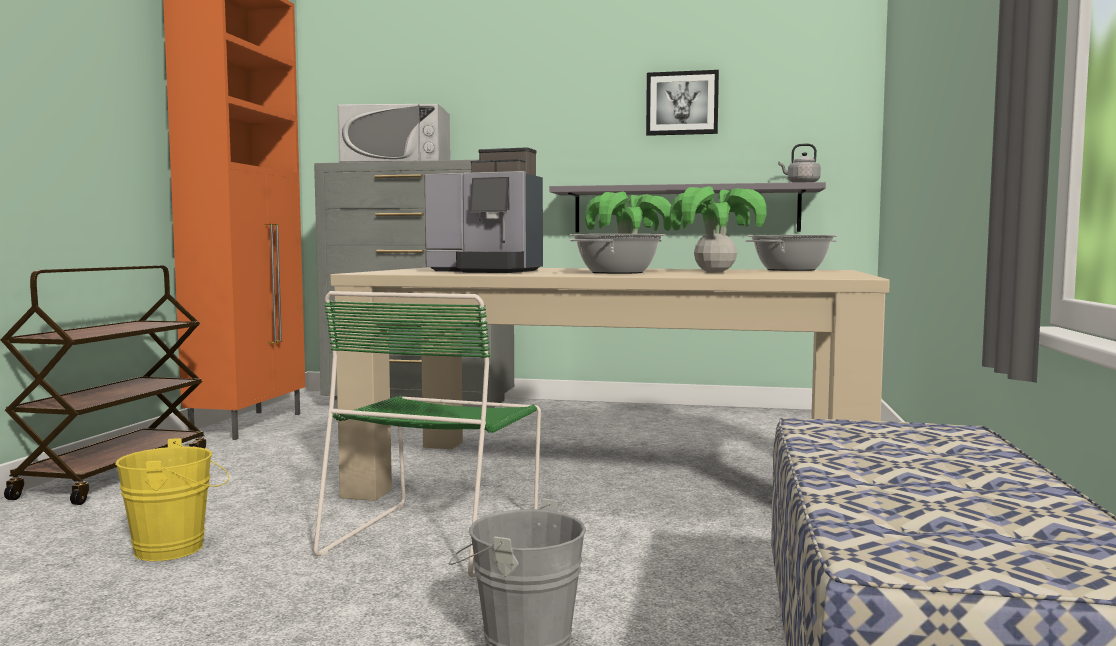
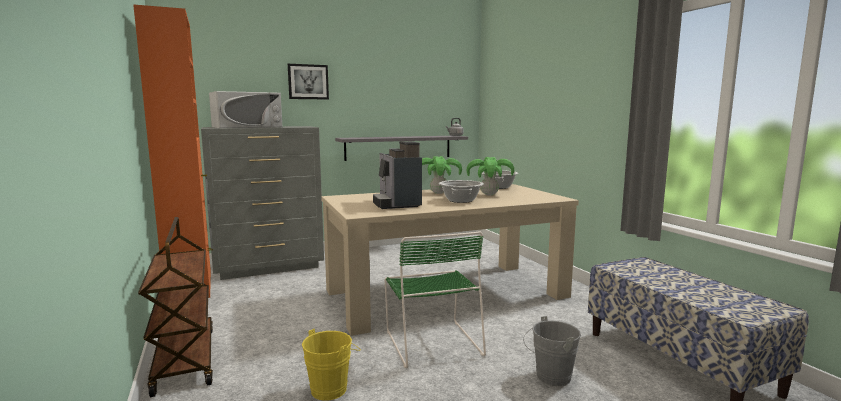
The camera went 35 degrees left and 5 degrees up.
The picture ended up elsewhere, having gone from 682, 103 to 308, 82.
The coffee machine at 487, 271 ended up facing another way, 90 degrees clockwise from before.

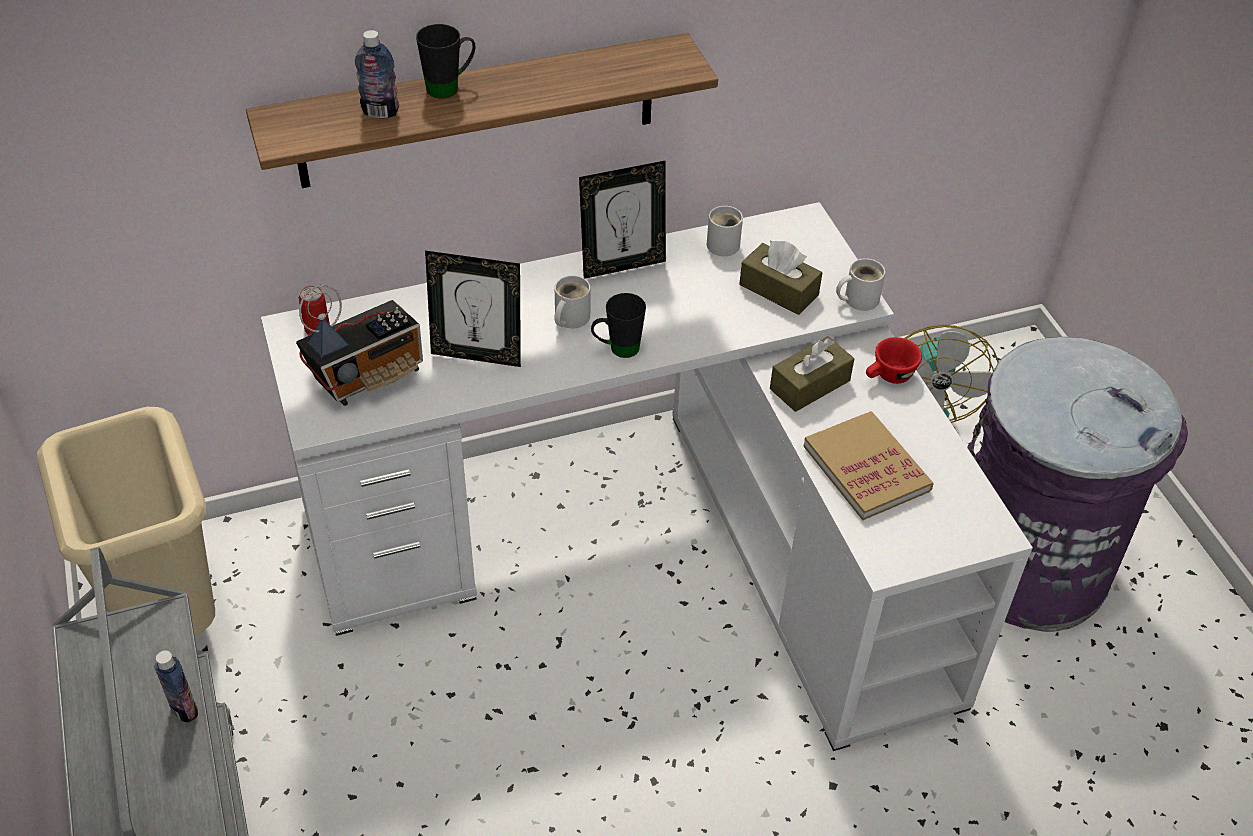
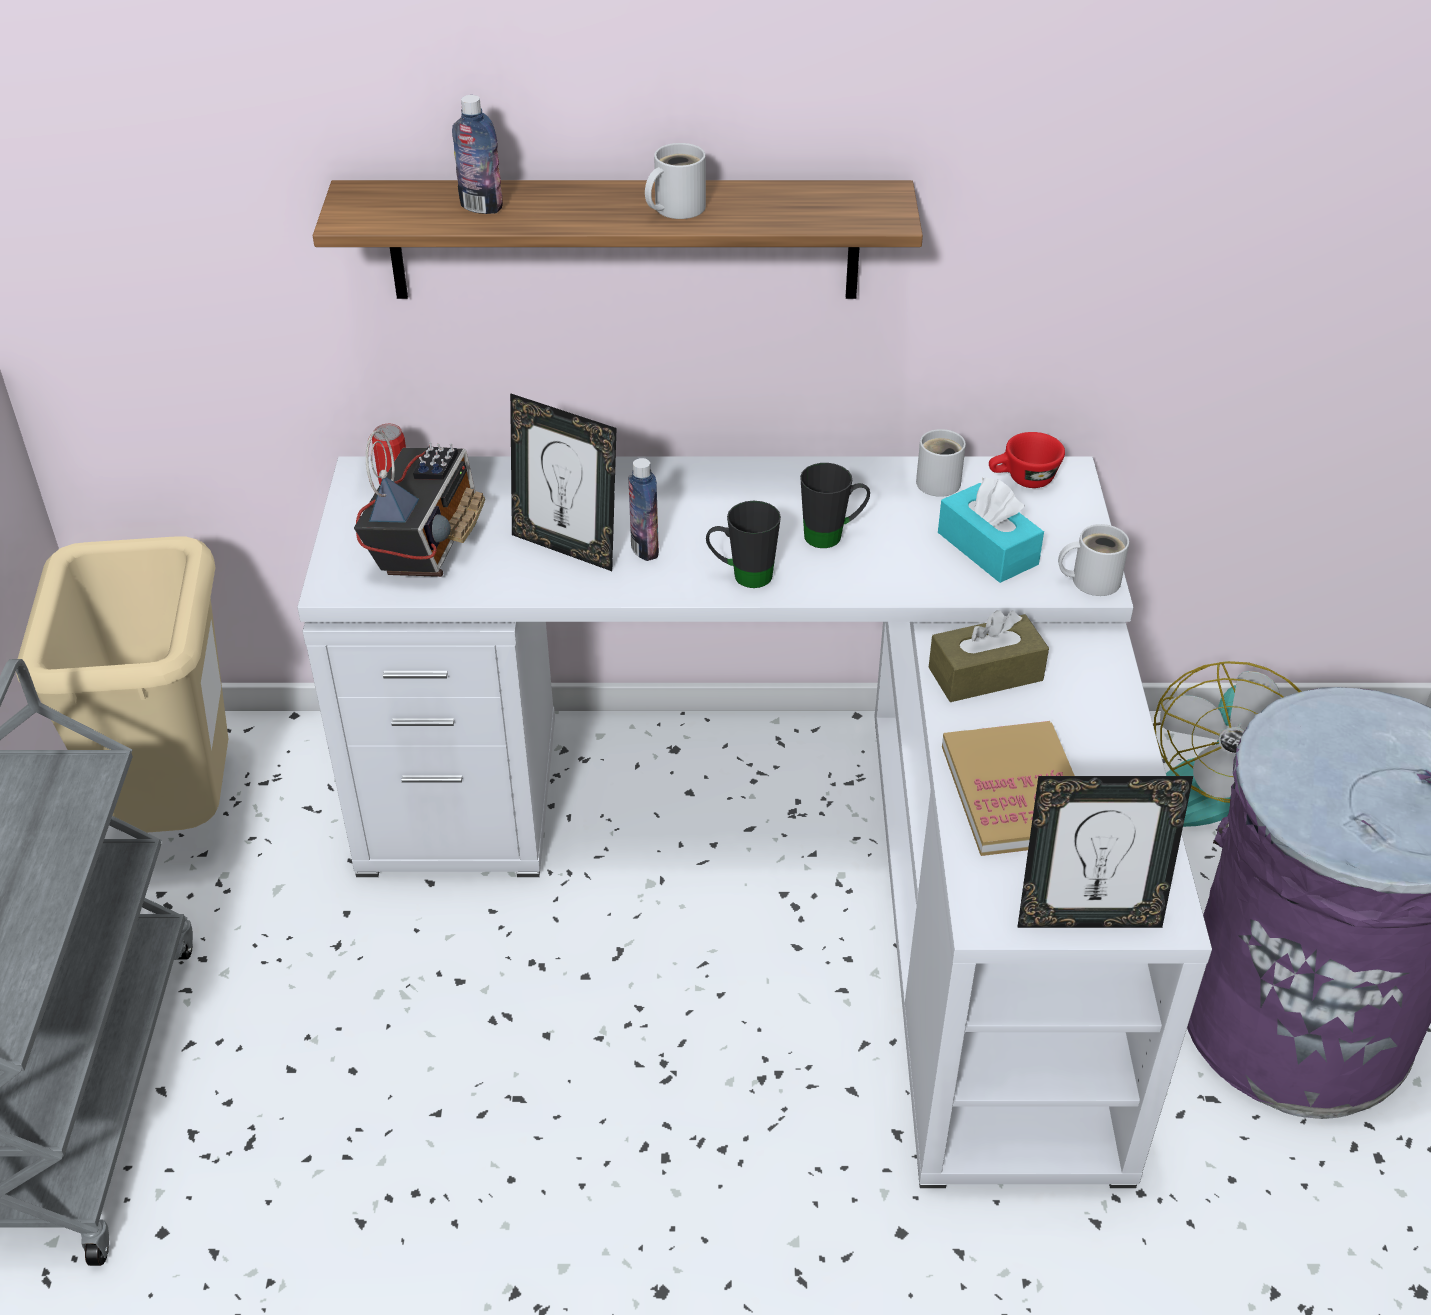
The camera went 20 degrees right and 5 degrees down.
The radio at 368, 375 ended up facing another way, 60 degrees counterclockwise from before.
The bottle ended up elsewhere, having gone from 184, 709 to 644, 549.
The white mug ended up elsewhere, having gone from 569, 318 to 675, 208.
The black mug ended up elsewhere, having gone from 450, 87 to 833, 535.
What was the brown tissue box at 778, 290 turned into the turquoise tissue box at 987, 548.
The red cup ended up elsewhere, having gone from 889, 377 to 1023, 480.
The picture frame ended up elsewhere, having gone from 622, 265 to 1087, 918.

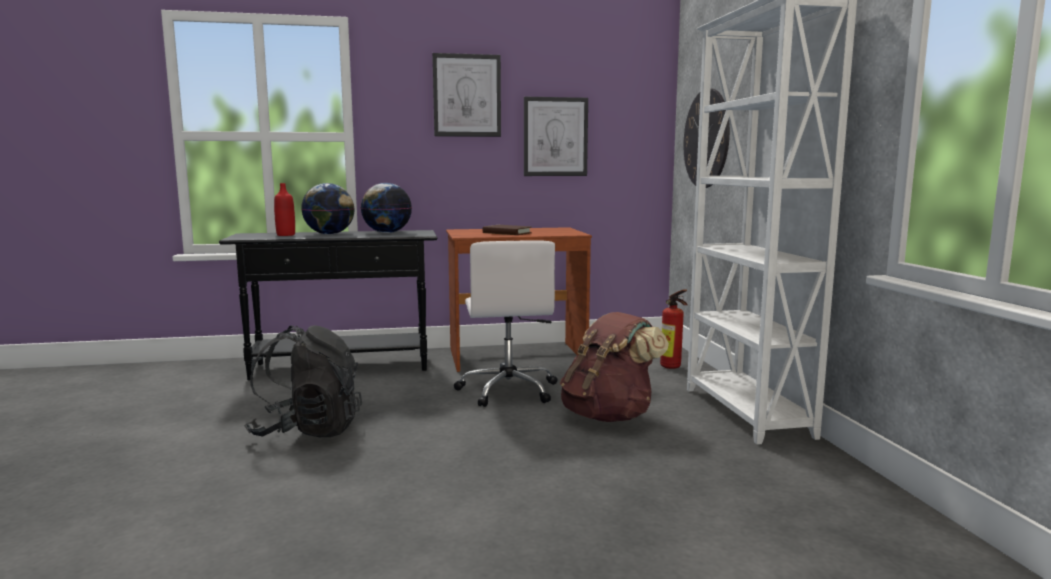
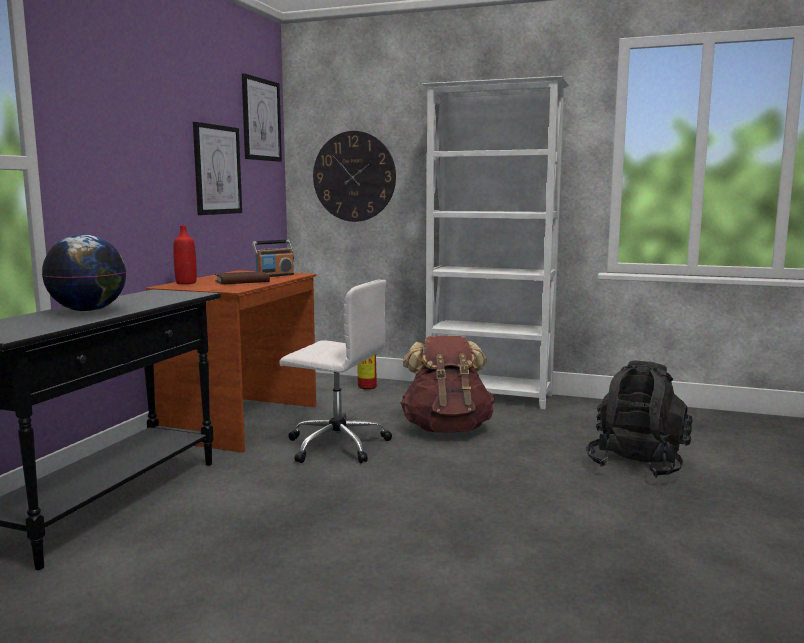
The camera went 60 degrees left and 0 degrees up.
The red bottle ended up elsewhere, having gone from 286, 235 to 186, 283.
The picture ended up elsewhere, having gone from 467, 95 to 261, 120.
The second view gained the radio at 274, 275.
The black backpack ended up elsewhere, having gone from 308, 430 to 637, 464.
The second view lost the globe at 387, 232.

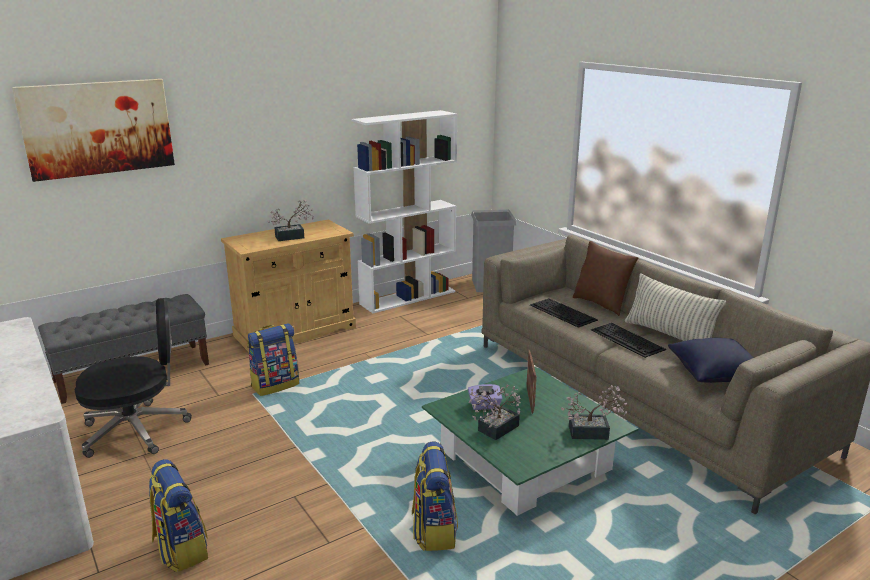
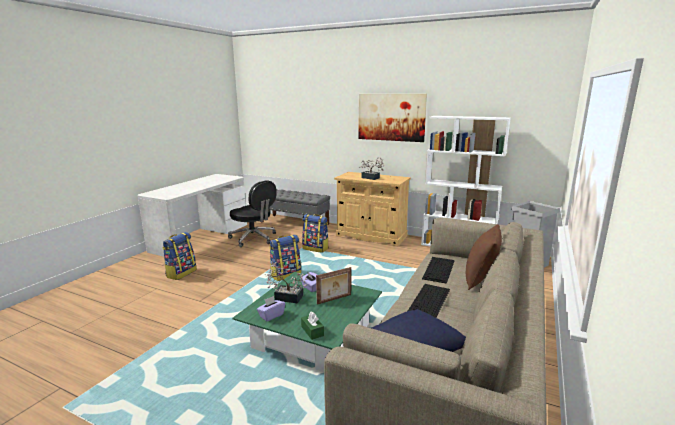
The camera went 60 degrees right and 5 degrees down.
The second view gained the purple tissue box at 271, 315.
The backpack ended up elsewhere, having gone from 434, 530 to 285, 275.
Where the potted plant stood at 593, 432, the green tissue box came to stand at 312, 331.
The picture ended up elsewhere, having gone from 98, 128 to 391, 117.
The second view lost the pillow at 669, 335.

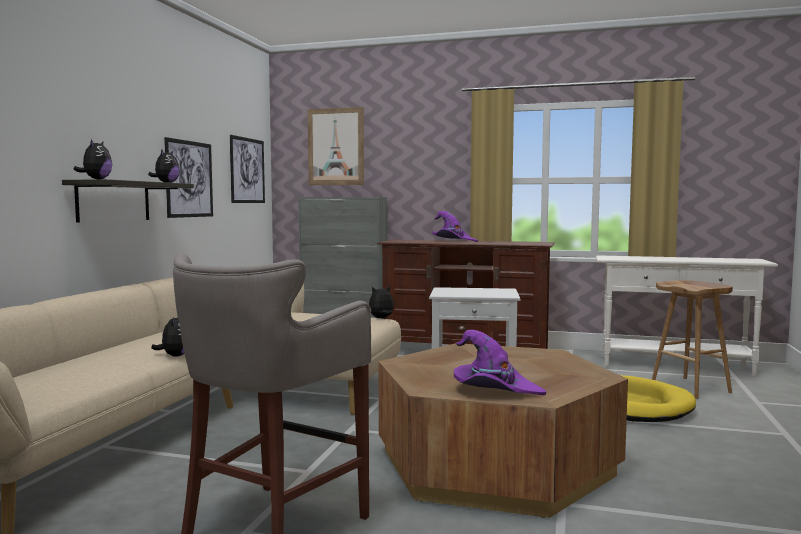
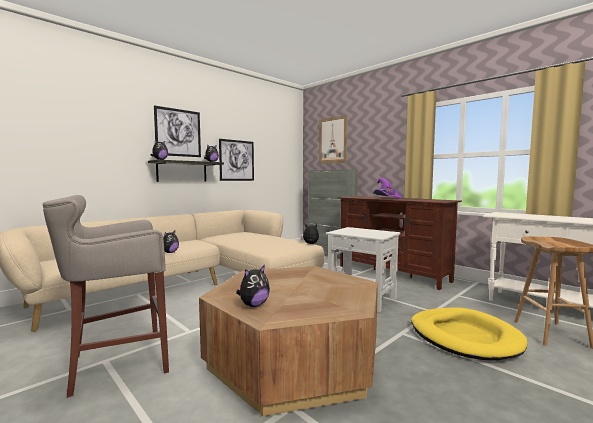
The camera went 30 degrees right and 0 degrees up.
The picture ended up elsewhere, having gone from 247, 170 to 178, 132.
Where the purple hat stood at 494, 390, the plush toy came to stand at 253, 305.

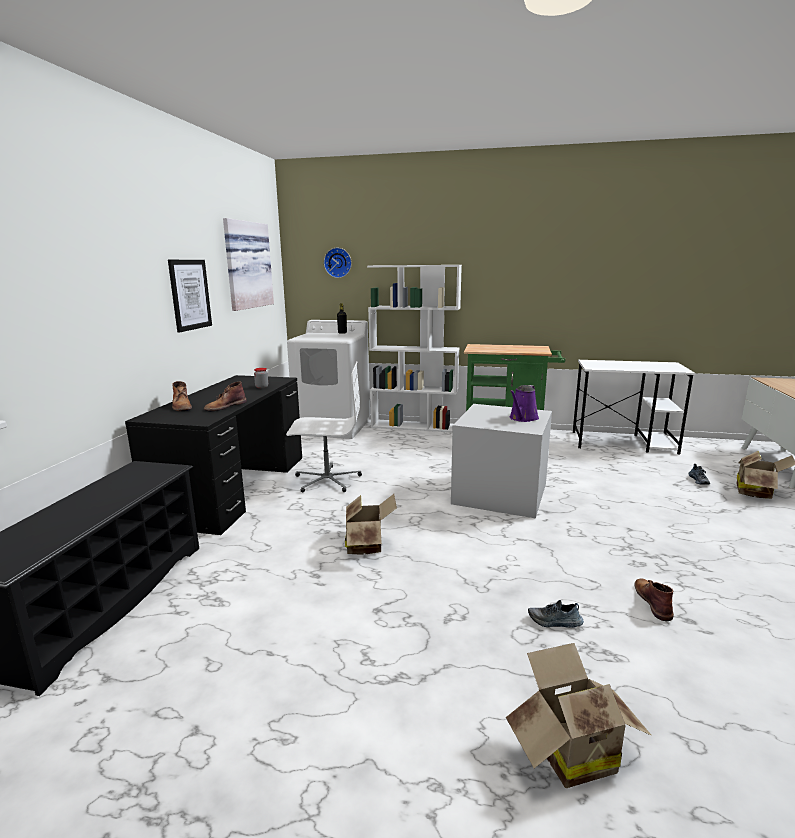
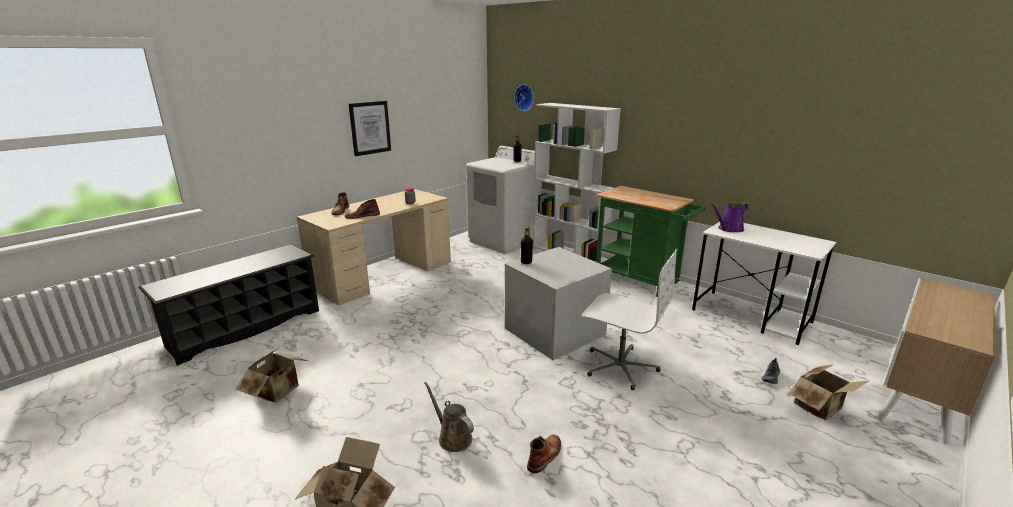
The camera went 30 degrees right and 5 degrees up.
The cardboard box ended up elsewhere, having gone from 367, 545 to 280, 391.
What was the black desk at 235, 487 turned into the beige desk at 384, 274.
Where the shoe stood at 554, 622, the brown watering can came to stand at 452, 437.
The second view gained the black bottle at 526, 262.
The white office chair ended up elsewhere, having gone from 327, 480 to 620, 366.
The purple watering can ended up elsewhere, having gone from 522, 418 to 729, 229.
The second view lost the picture at 246, 265.

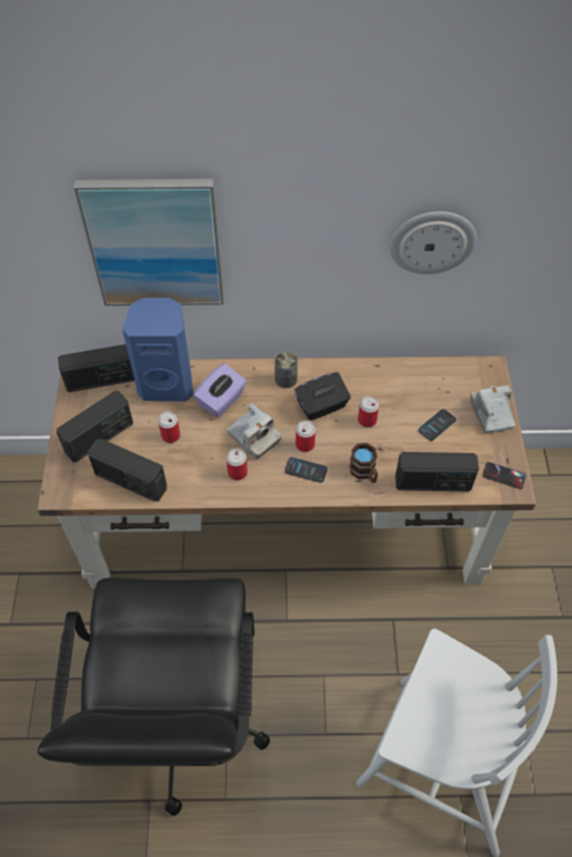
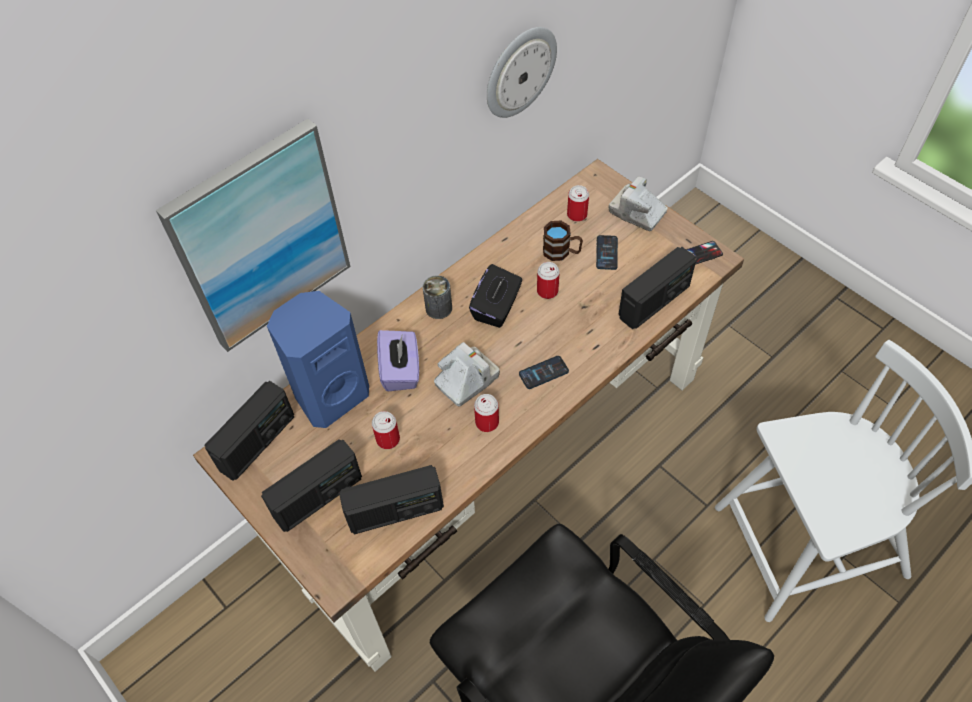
The camera went 40 degrees left and 0 degrees up.
The radio at 99, 437 ended up facing another way, 45 degrees clockwise from before.
The photo camera at 253, 437 ended up facing another way, 45 degrees counterclockwise from before.
The brown mug ended up elsewhere, having gone from 365, 473 to 561, 252.
The can ended up elsewhere, having gone from 305, 444 to 577, 215.

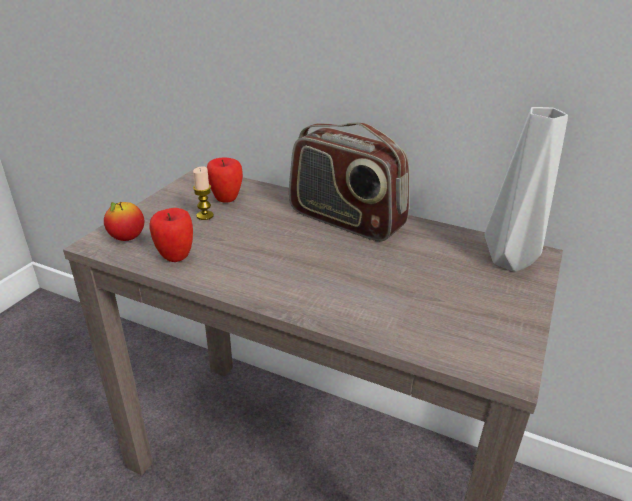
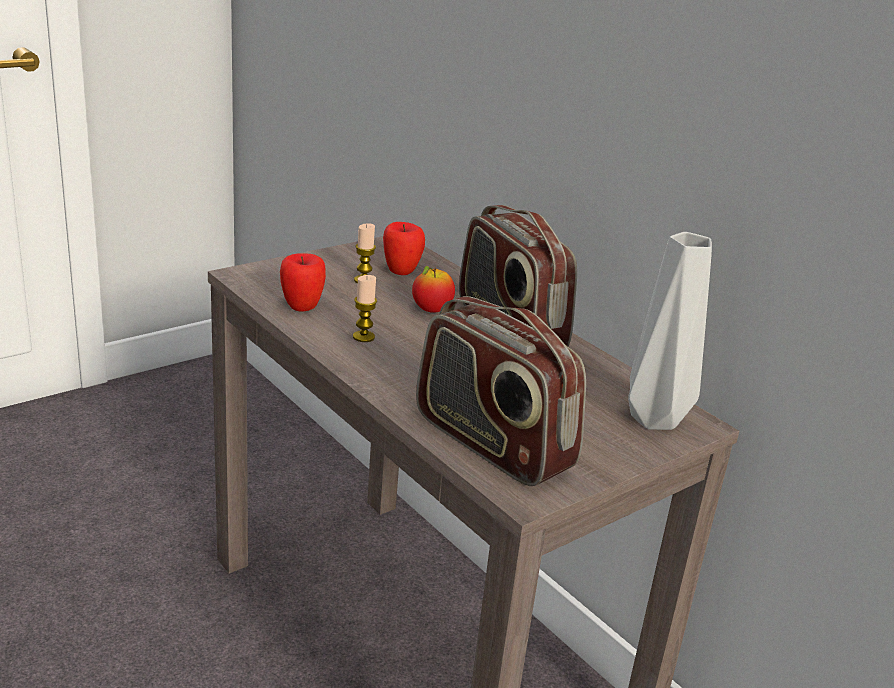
The camera went 25 degrees right and 5 degrees down.
The second view gained the candle at 363, 337.
The apple ended up elsewhere, having gone from 127, 238 to 431, 310.
The second view gained the radio at 491, 443.

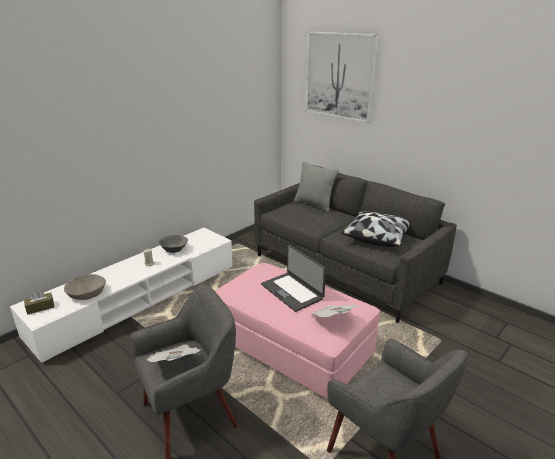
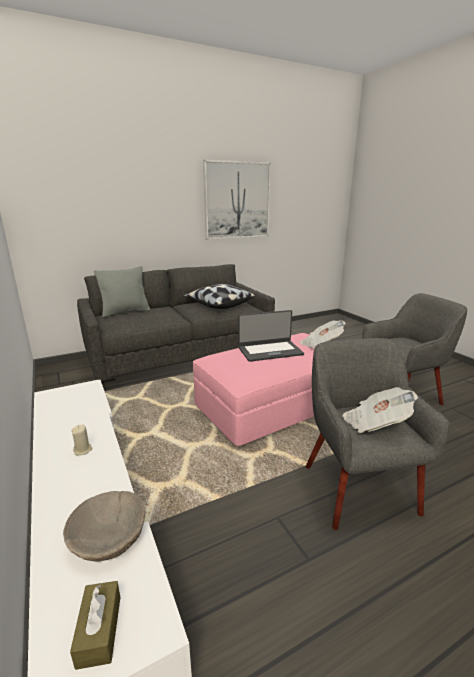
The camera went 70 degrees left and 5 degrees down.
The picture ended up elsewhere, having gone from 339, 76 to 237, 200.
The second view lost the grey bowl at 174, 250.

